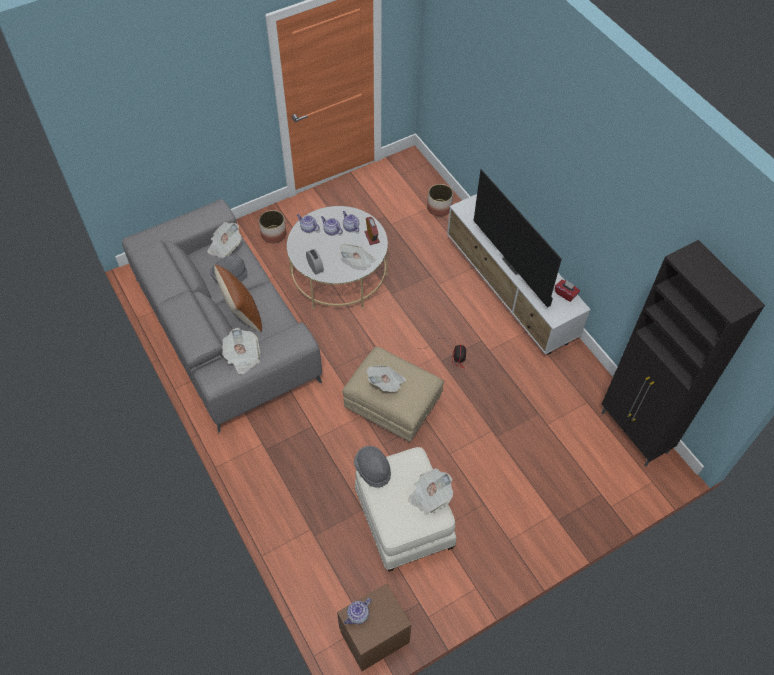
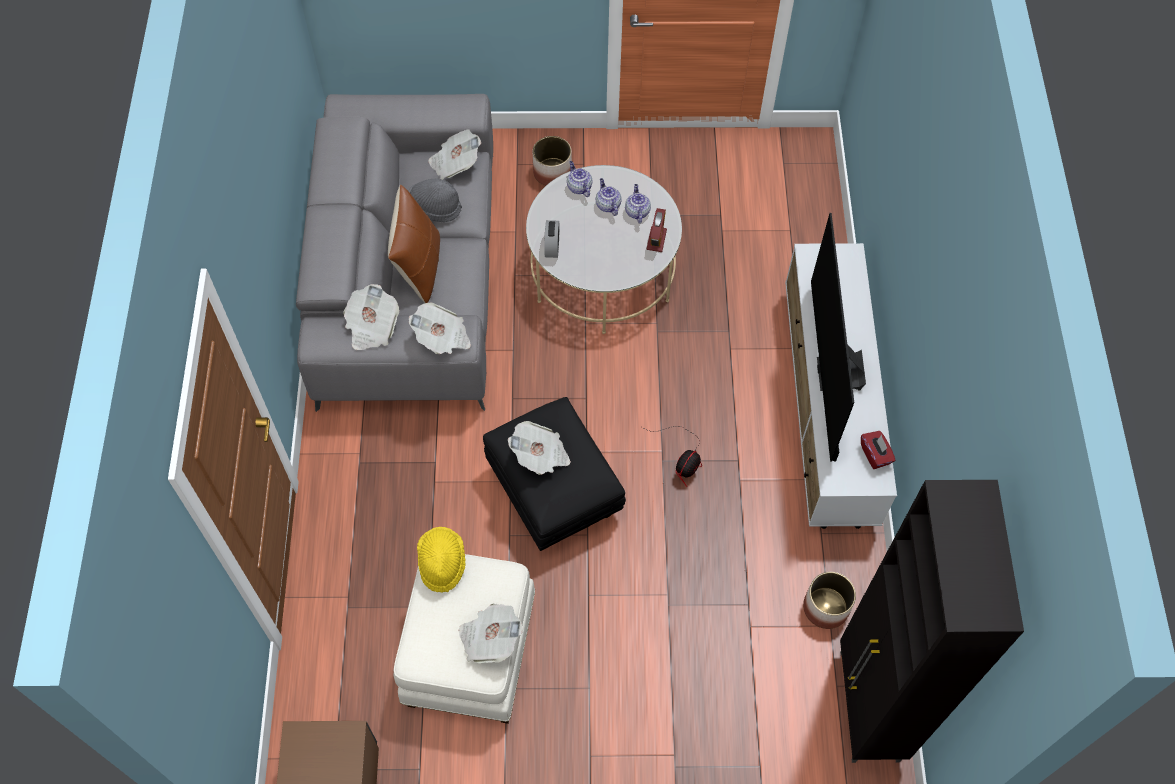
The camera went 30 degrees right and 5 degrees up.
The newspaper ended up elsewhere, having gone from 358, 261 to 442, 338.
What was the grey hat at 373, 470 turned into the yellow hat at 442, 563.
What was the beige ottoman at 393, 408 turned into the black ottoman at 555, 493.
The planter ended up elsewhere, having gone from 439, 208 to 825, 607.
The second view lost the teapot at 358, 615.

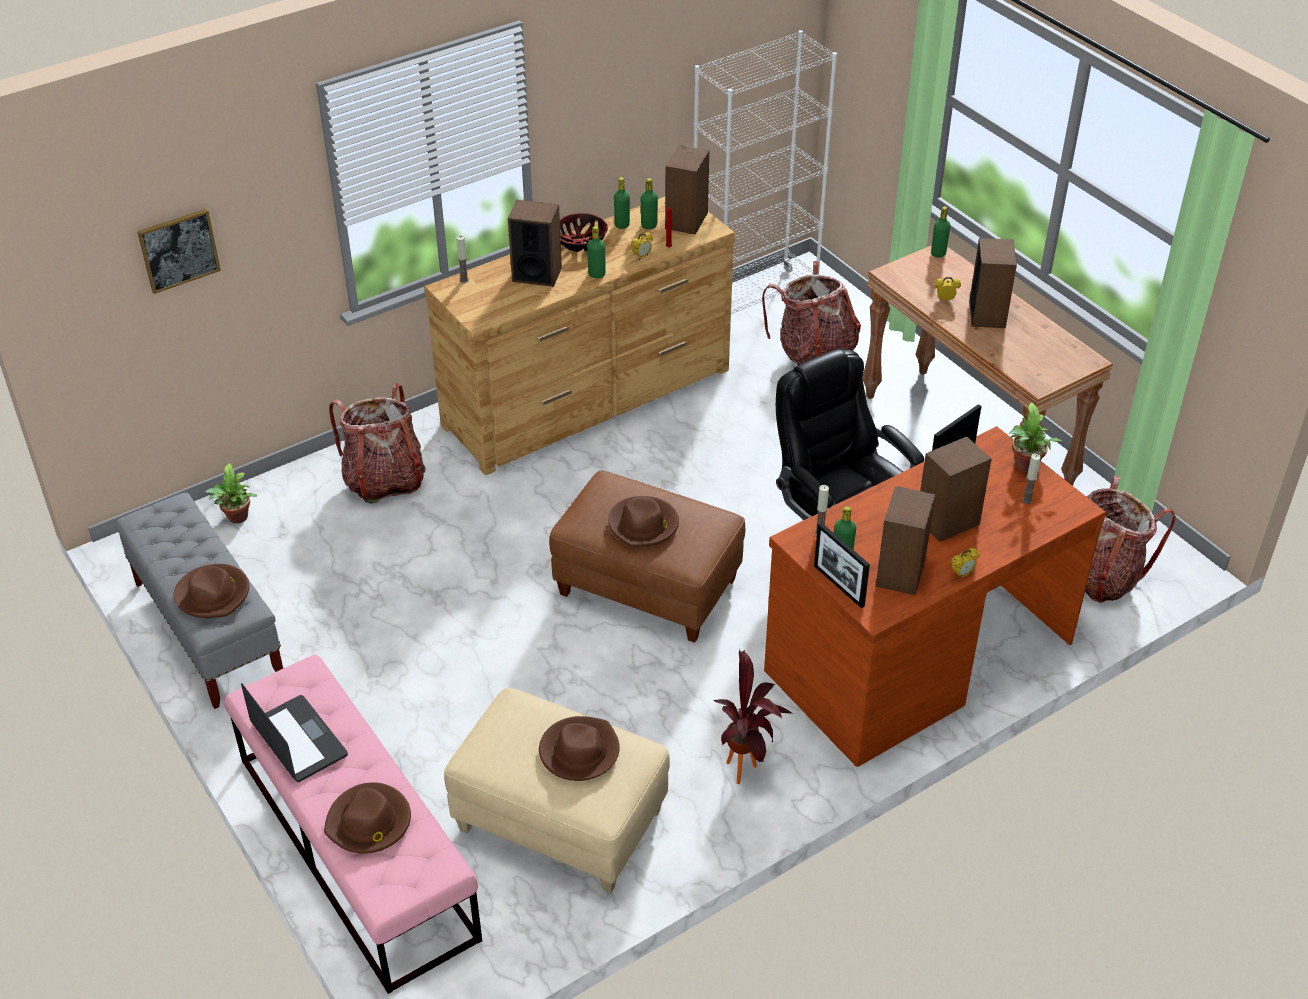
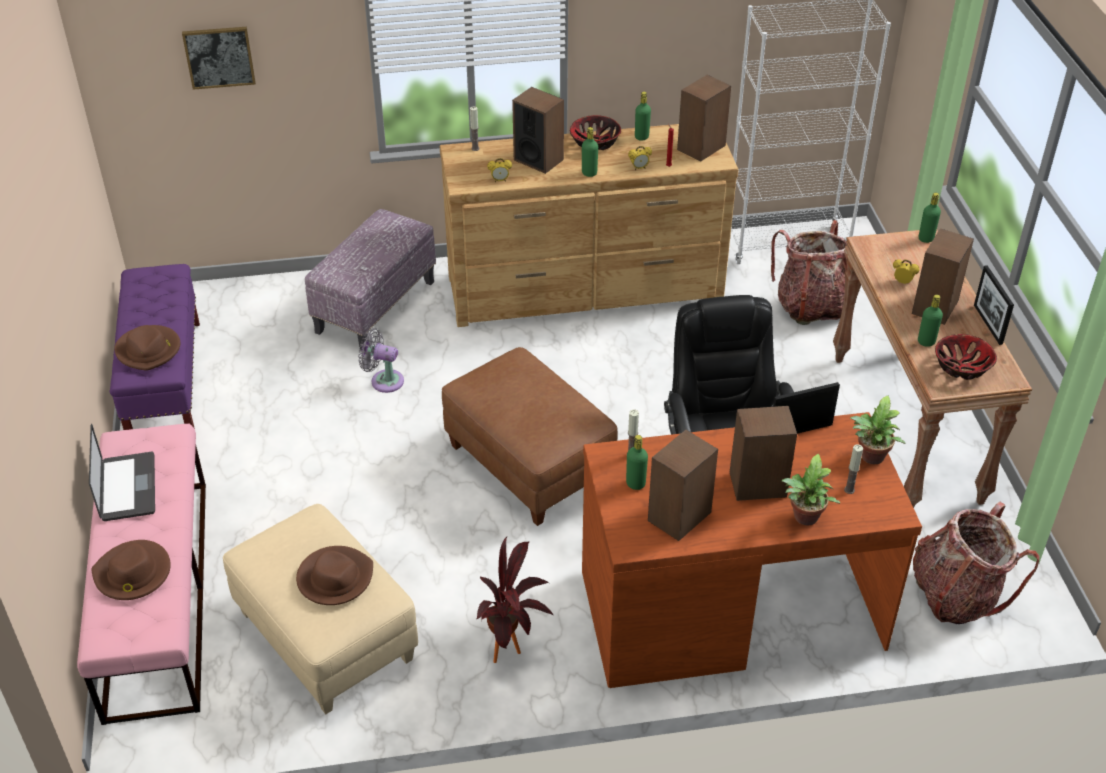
The camera went 25 degrees right and 0 degrees up.
What was the grey bench at 208, 629 turned into the purple bench at 165, 382.
Where the backpack stood at 384, 480, the ottoman came to stand at 375, 306.
The second view gained the grey fan at 384, 380.
The alarm clock ended up elsewhere, having gone from 962, 574 to 500, 180.
The potted plant ended up elsewhere, having gone from 237, 519 to 805, 519.
The green bottle ended up elsewhere, having gone from 649, 225 to 926, 342.
The second view gained the bowl at 962, 367.
The picture frame ended up elsewhere, having gone from 838, 586 to 988, 324.
The second view lost the brown hat at 644, 525.

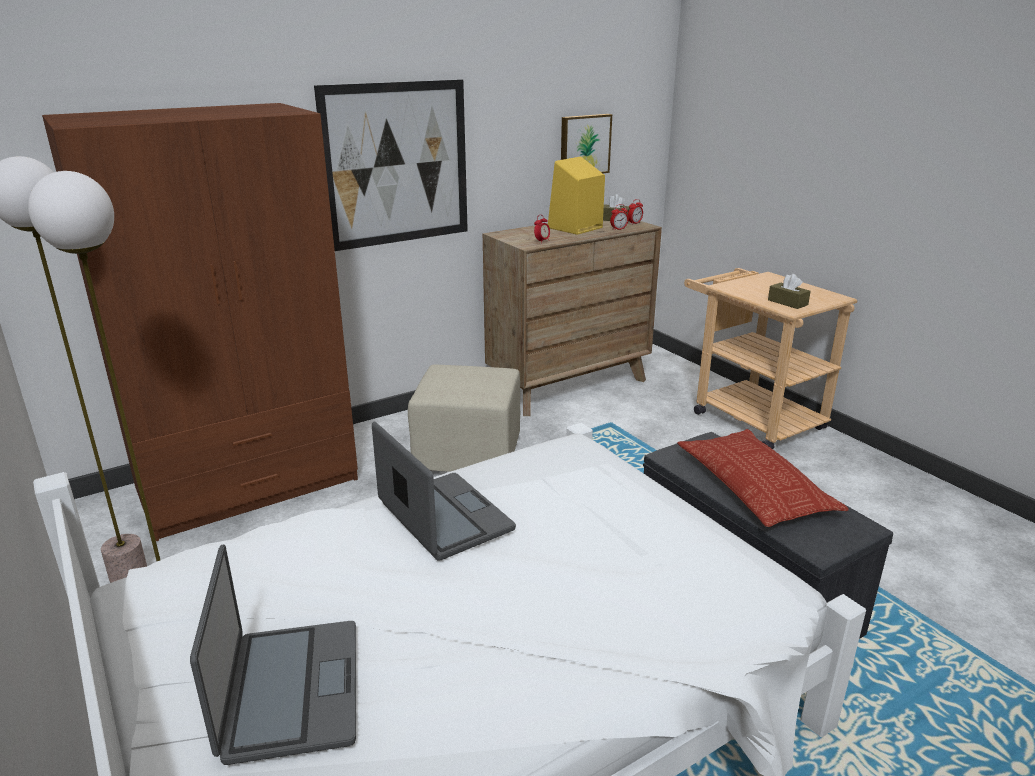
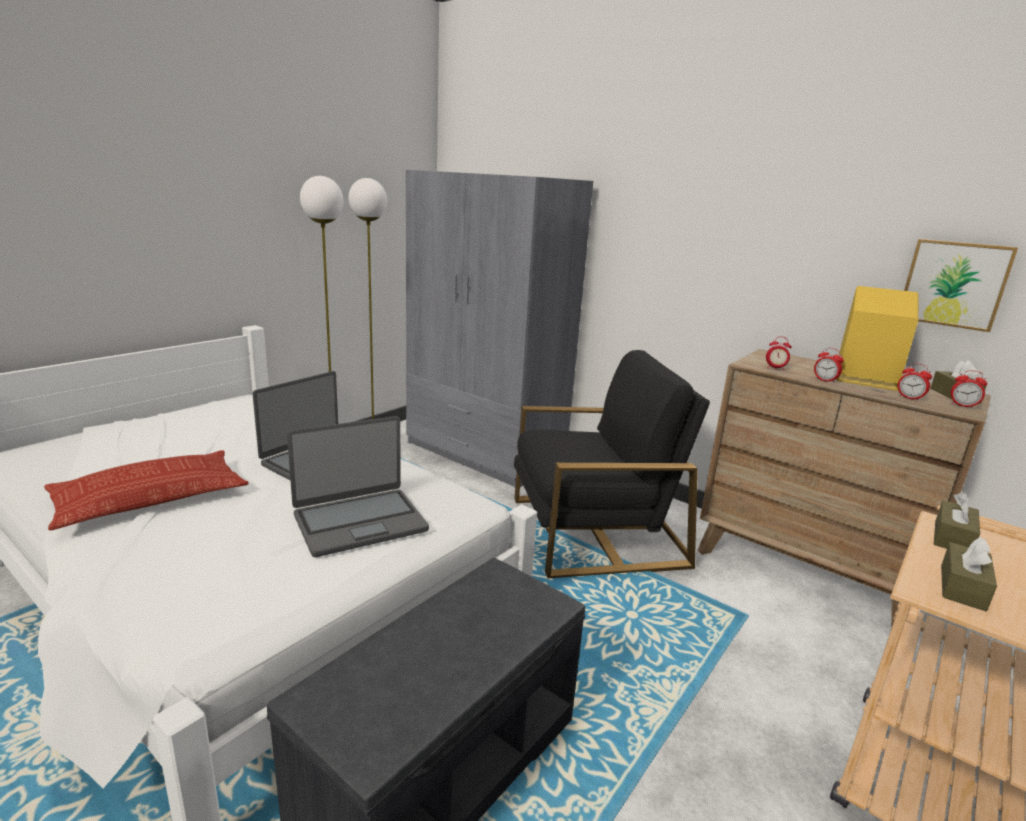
The camera went 70 degrees right and 5 degrees down.
The pillow ended up elsewhere, having gone from 754, 485 to 150, 498.
The laptop ended up elsewhere, having gone from 290, 690 to 359, 522.
What was the brown wardrobe at 249, 484 turned into the grey wardrobe at 484, 453.
Where the beige ottoman stood at 470, 454, the black armchair came to stand at 595, 531.
The second view gained the alarm clock at 825, 380.
The second view gained the brown tissue box at 952, 538.
The second view lost the picture at 397, 164.

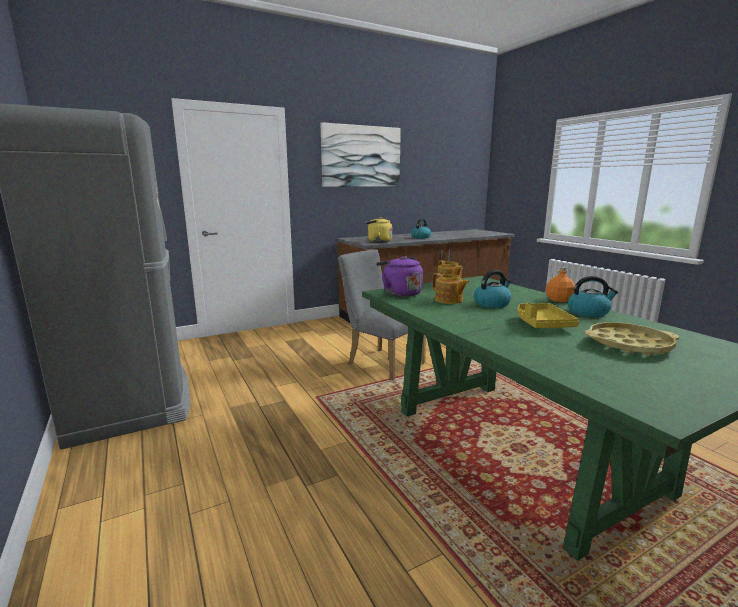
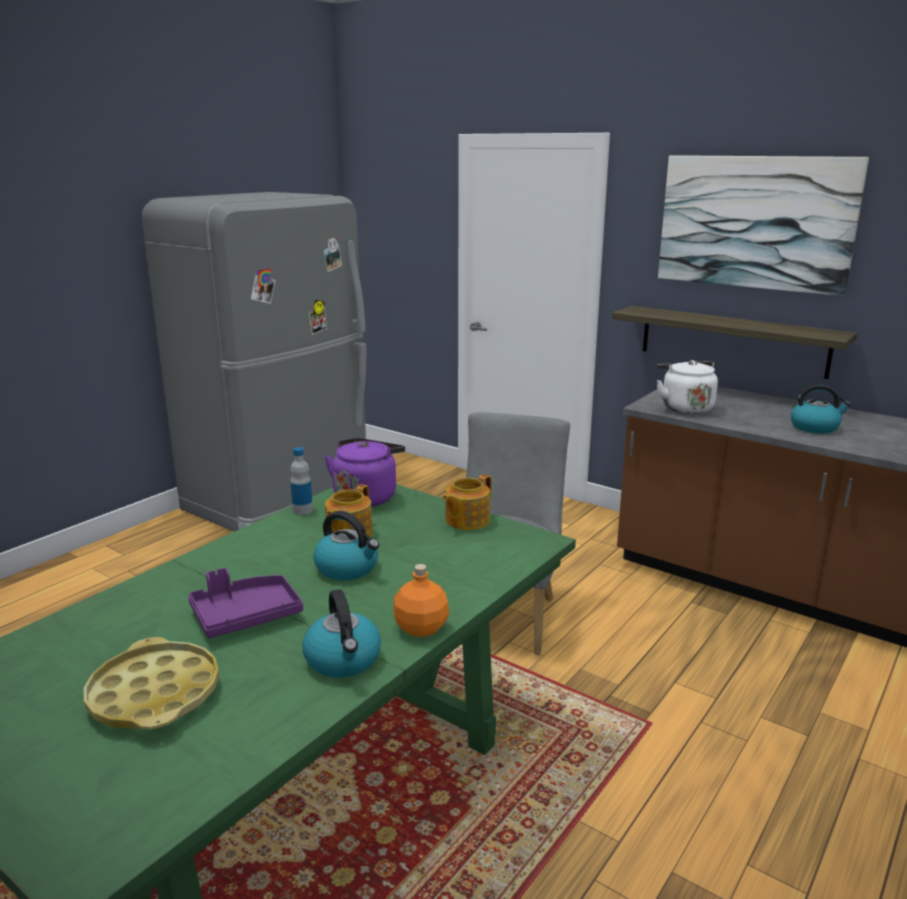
The camera went 65 degrees right and 5 degrees up.
What was the yellow tray at 541, 324 turned into the purple tray at 245, 616.
The second view gained the bottle at 302, 510.
The second view gained the shelf at 732, 341.
What was the yellow kettle at 377, 241 turned into the white kettle at 684, 408.

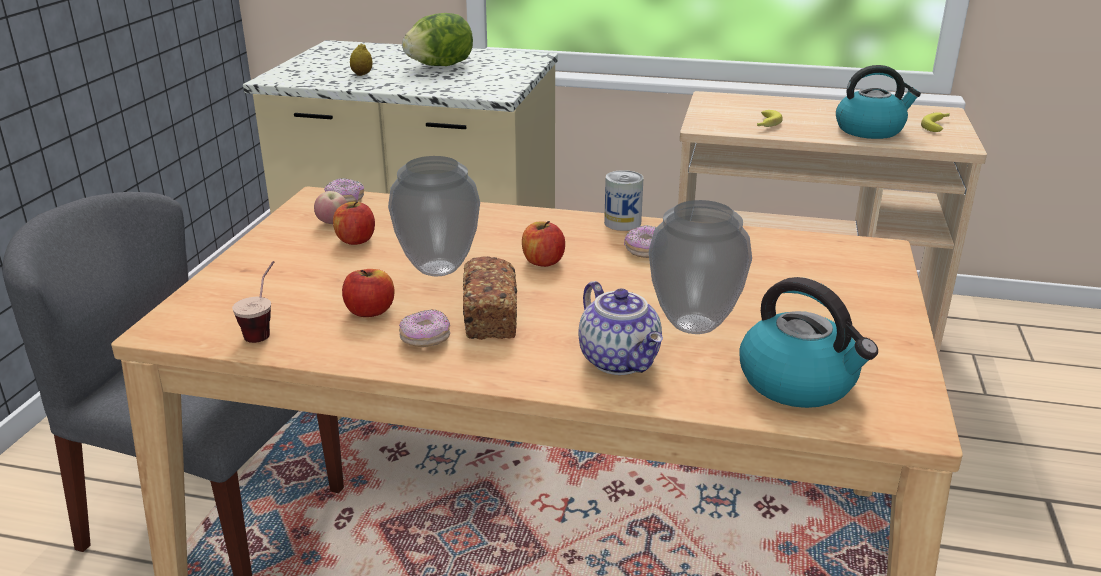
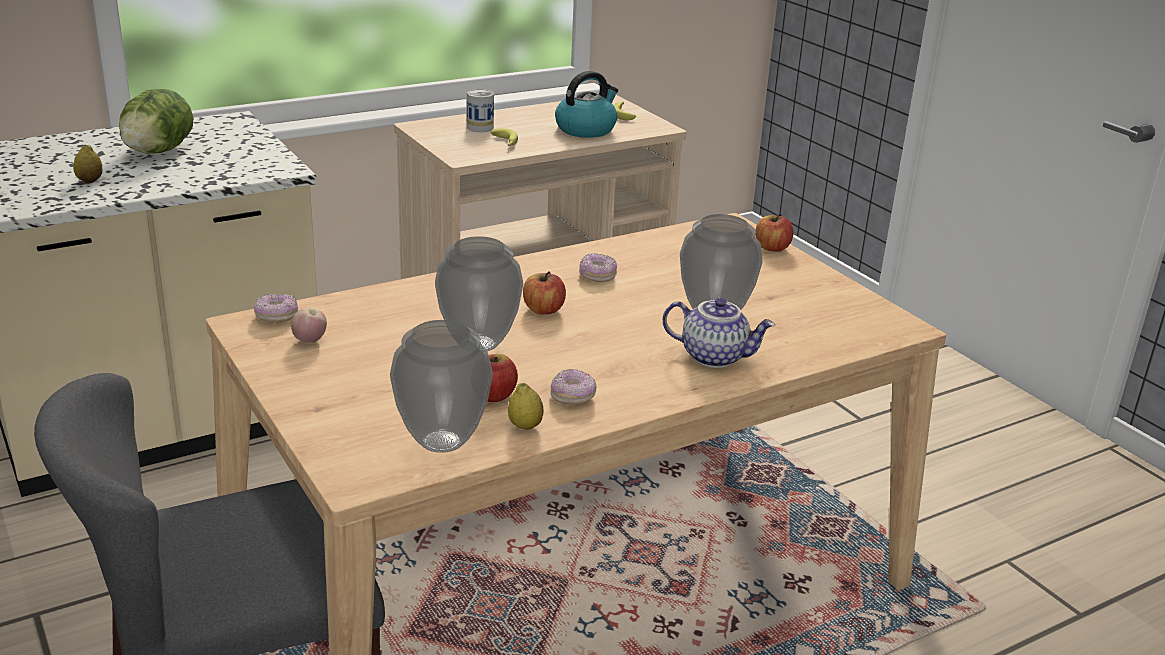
The camera went 45 degrees left and 0 degrees up.
Where the cup stood at 264, 329, the vase came to stand at 441, 443.
The can ended up elsewhere, having gone from 622, 223 to 480, 127.
The second view gained the lemon at 525, 426.
The apple ended up elsewhere, having gone from 355, 240 to 772, 248.
The second view lost the bread at 491, 317.
The second view lost the kettle at 799, 382.

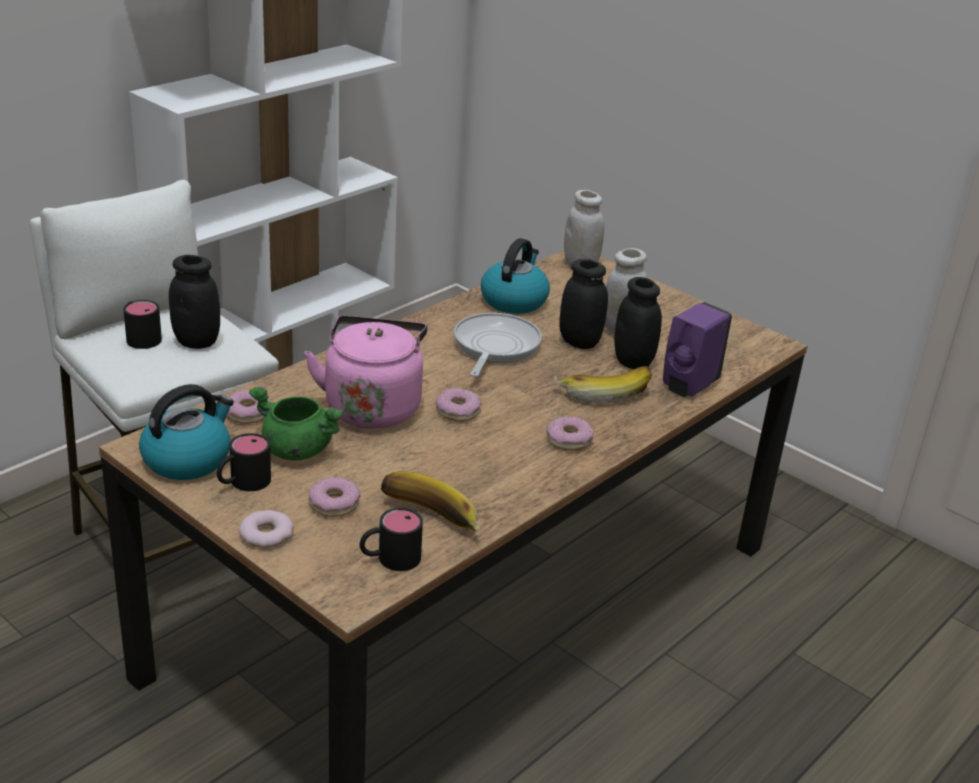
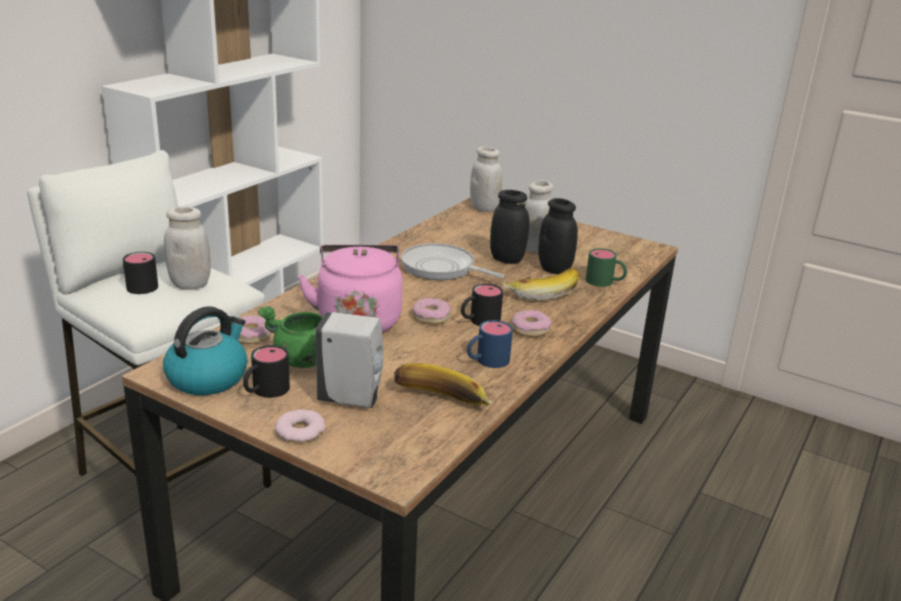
The camera went 10 degrees left and 5 degrees down.
What was the black jar at 197, 342 turned into the white jar at 190, 284.
Where the donut stood at 333, 504, the white soap dispenser came to stand at 352, 399.
The frying pan at 494, 347 ended up facing another way, 60 degrees counterclockwise from before.
The black mug ended up elsewhere, having gone from 389, 559 to 479, 321.
The second view gained the blue mug at 486, 361.
Where the purple soap dispenser stood at 688, 386, the green mug came to stand at 605, 282.
The second view lost the kettle at 514, 300.

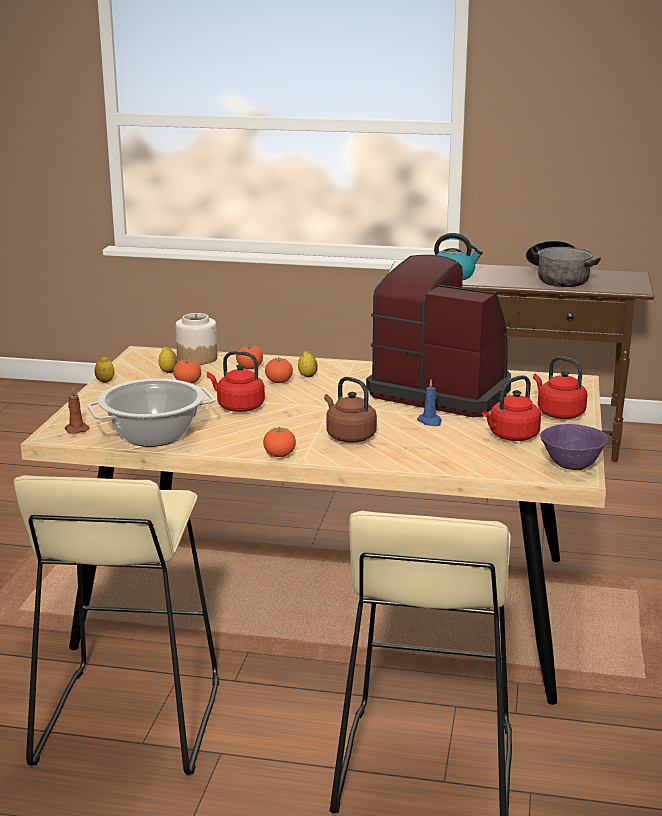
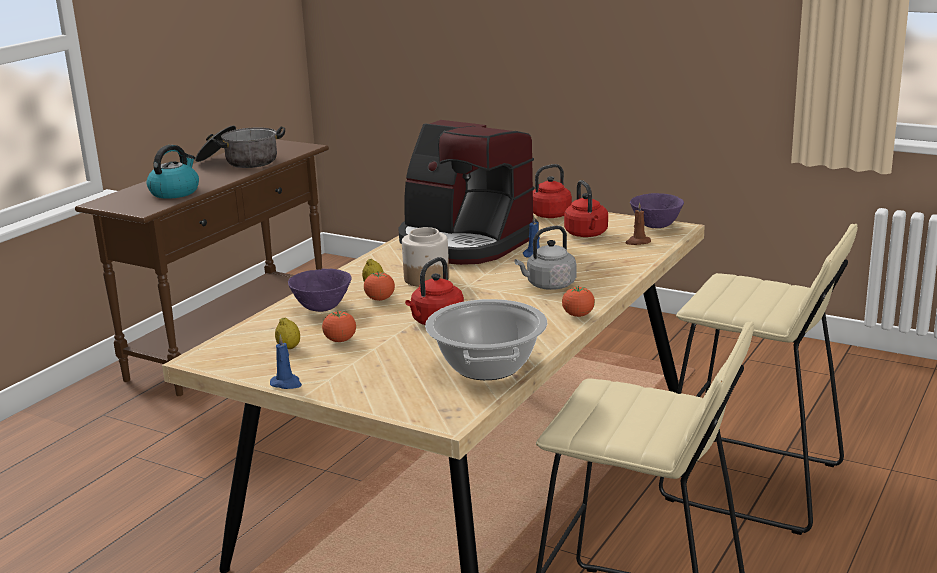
The camera went 70 degrees left and 0 degrees up.
Where the lemon stood at 105, 381, the blue candle came to stand at 286, 384.
Where the tomato stood at 249, 368, the purple bowl came to stand at 322, 308.
The coffee machine at 442, 390 ended up facing another way, 105 degrees counterclockwise from before.
The jar ended up elsewhere, having gone from 197, 358 to 426, 278.
What was the brown kettle at 349, 436 turned into the grey kettle at 548, 285.
The brown candle ended up elsewhere, having gone from 76, 429 to 637, 242.

